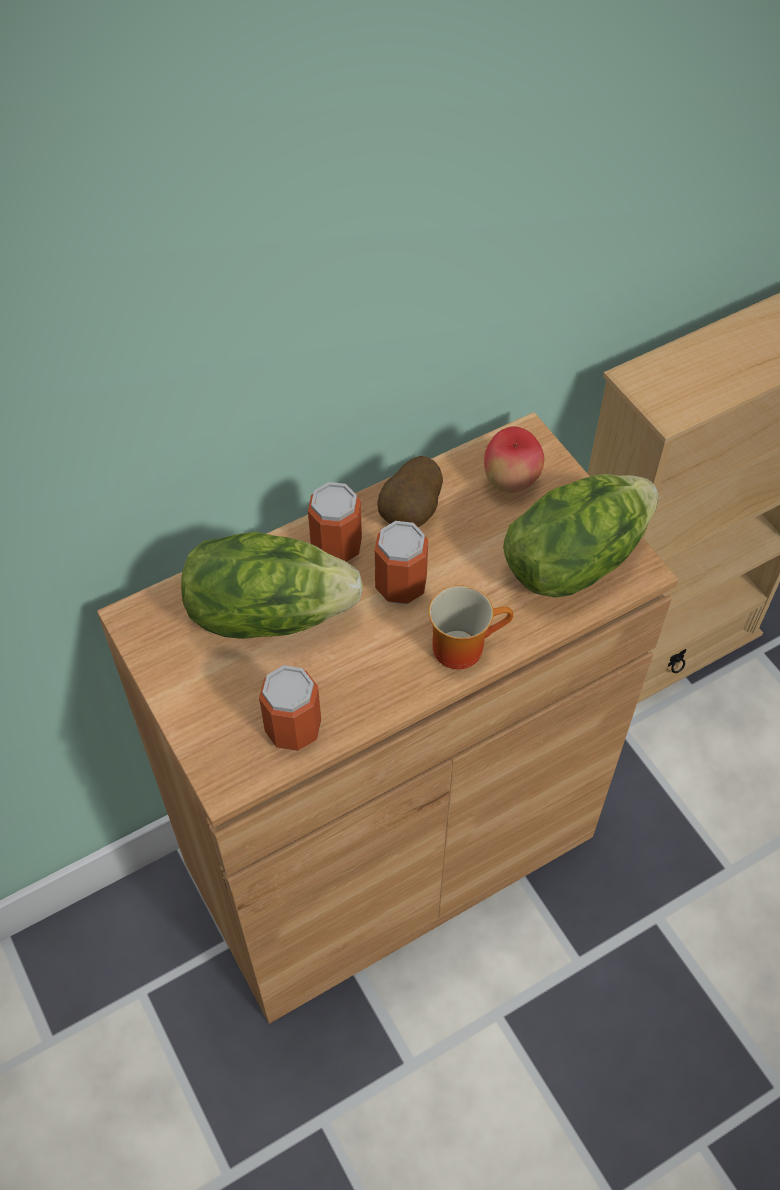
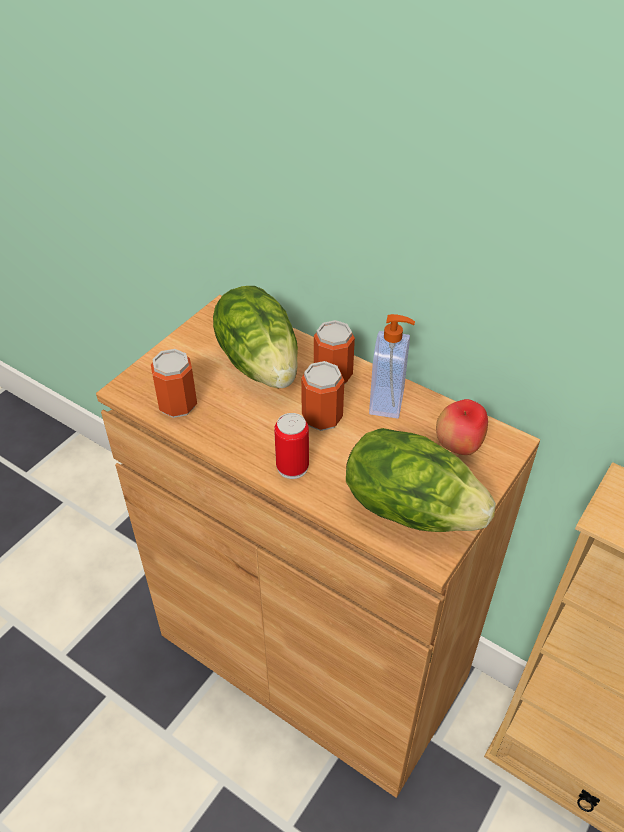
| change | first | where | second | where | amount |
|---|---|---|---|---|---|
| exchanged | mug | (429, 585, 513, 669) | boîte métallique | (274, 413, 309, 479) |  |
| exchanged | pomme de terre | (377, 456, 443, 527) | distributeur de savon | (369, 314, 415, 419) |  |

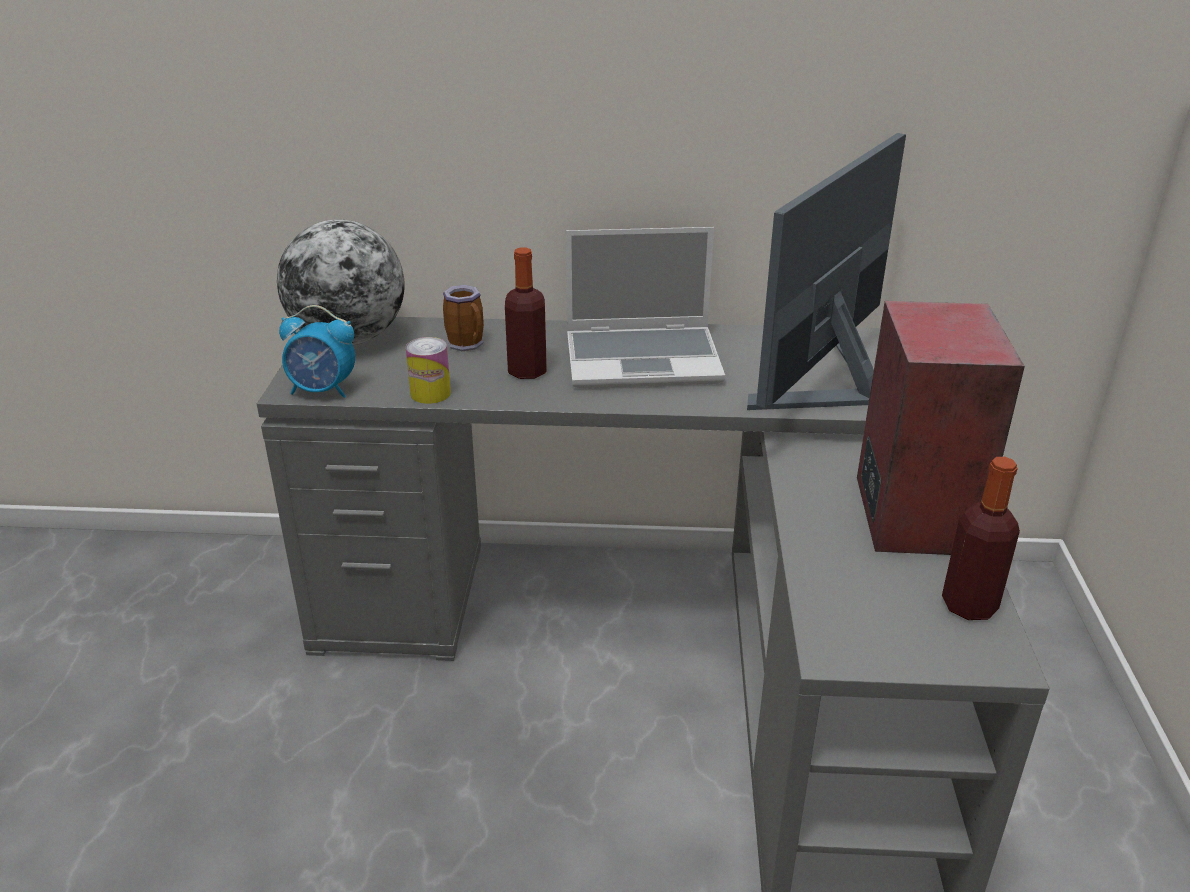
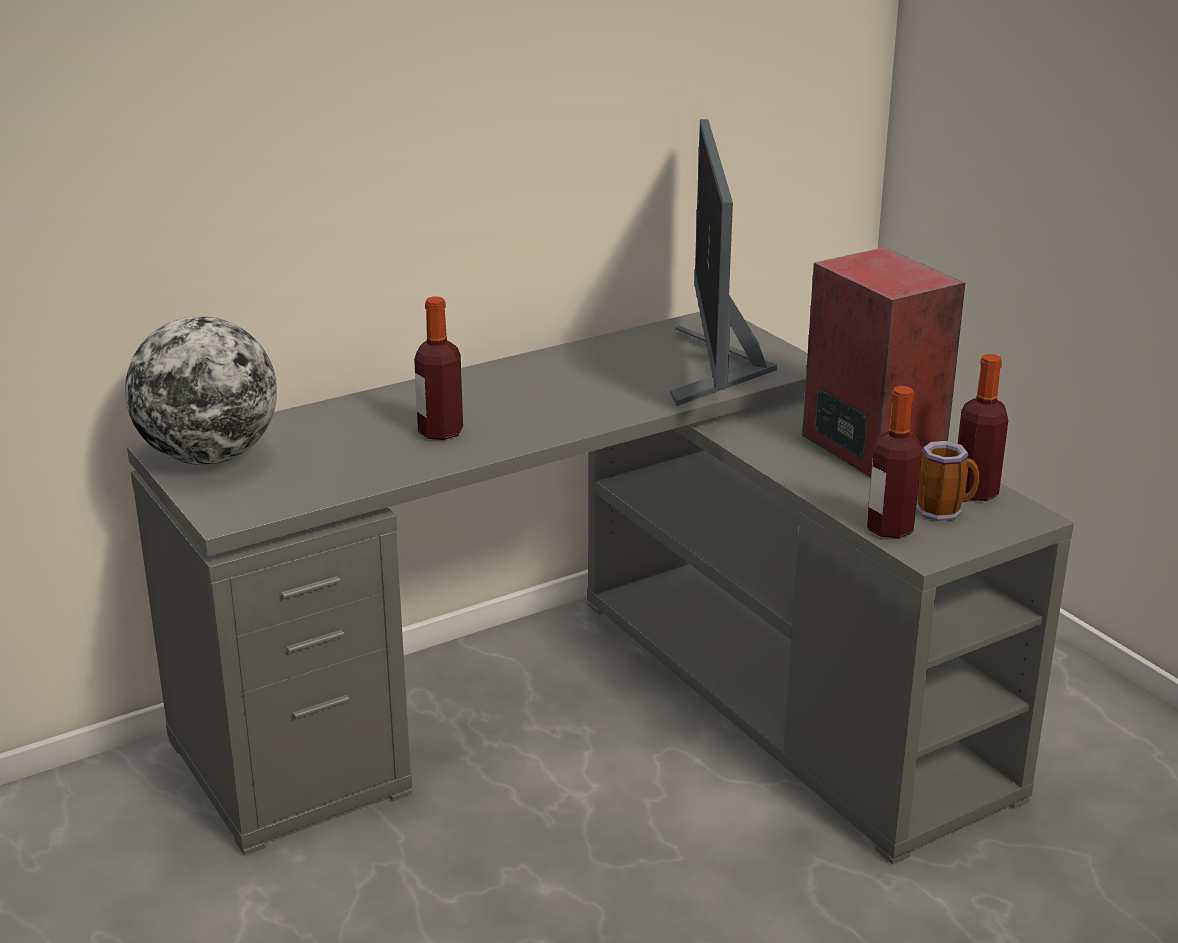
| change | first | where | second | where | amount |
|---|---|---|---|---|---|
| appeared |  |  | bouteille | (867, 386, 921, 538) |  |
| relocated | mug | (443, 285, 484, 351) |  | (916, 441, 979, 521) |  |
| missing | réveil | (279, 305, 355, 398) |  |  |  |
| missing | boîte métallique | (406, 337, 451, 404) |  |  |  |
| missing | ordinateur portable | (566, 227, 725, 388) |  |  |  |

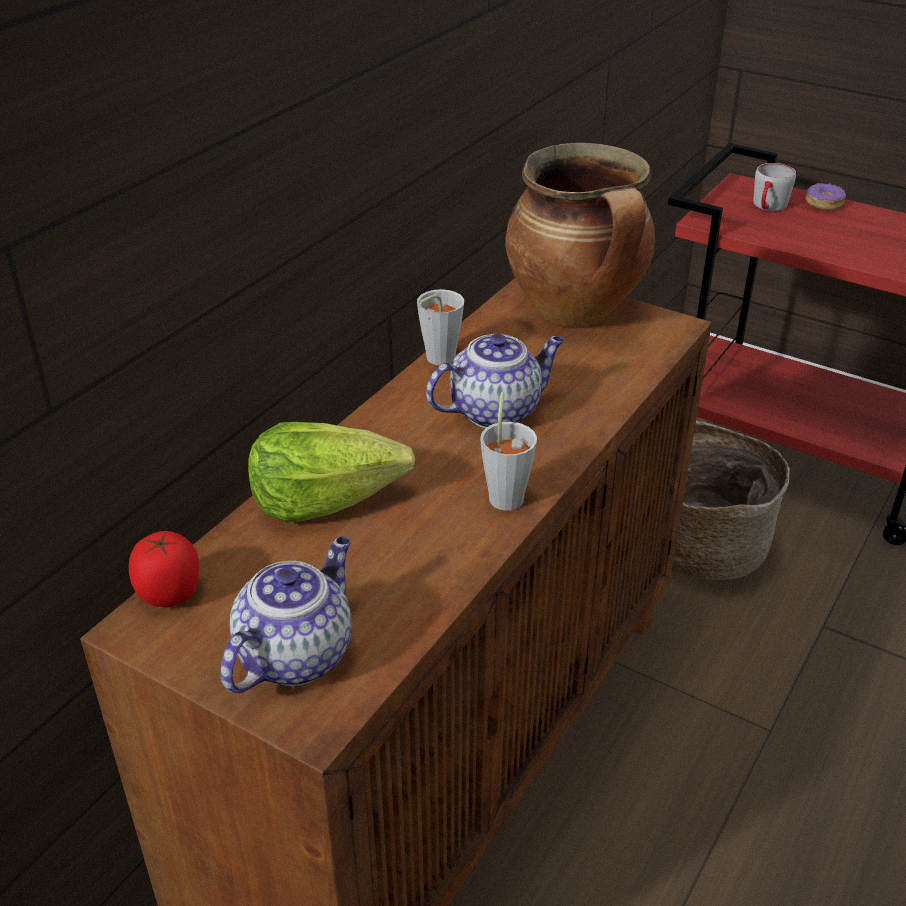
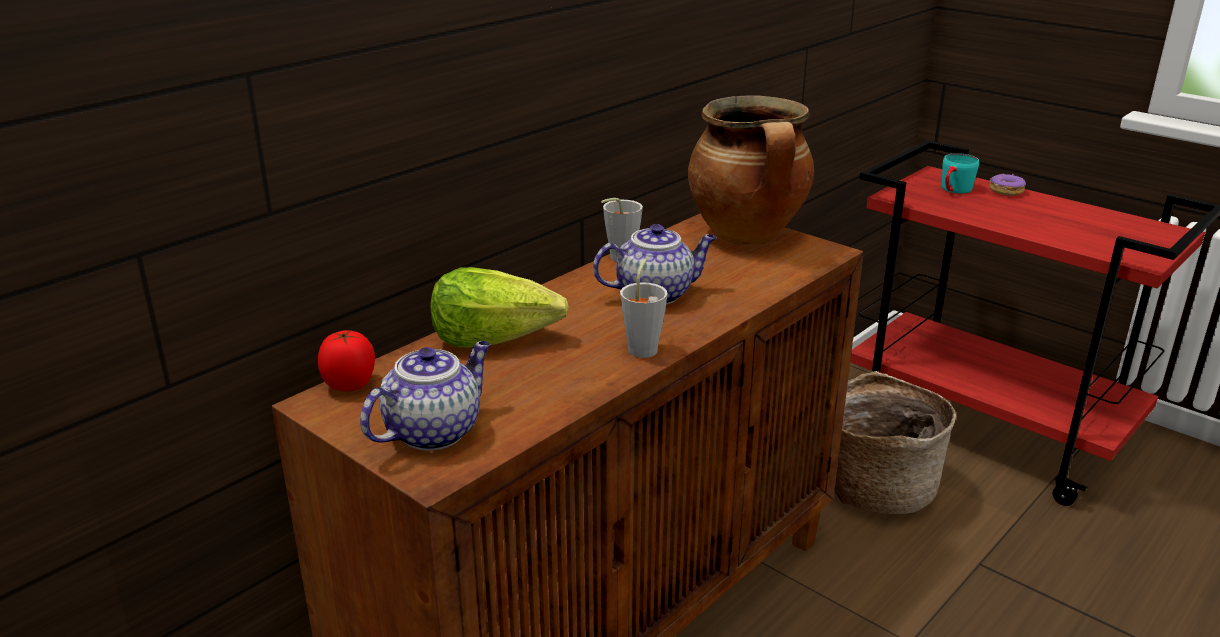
| change | first | where | second | where | amount |
|---|---|---|---|---|---|
| colour | mug/gris | (753, 163, 796, 211) | mug/turquoise | (942, 153, 979, 194) |  |

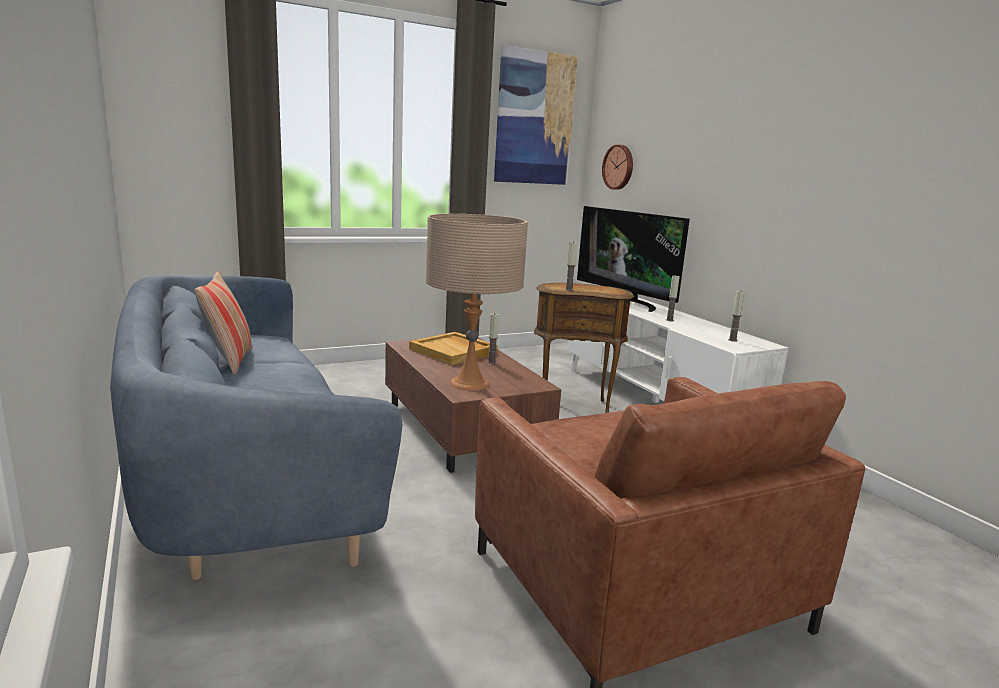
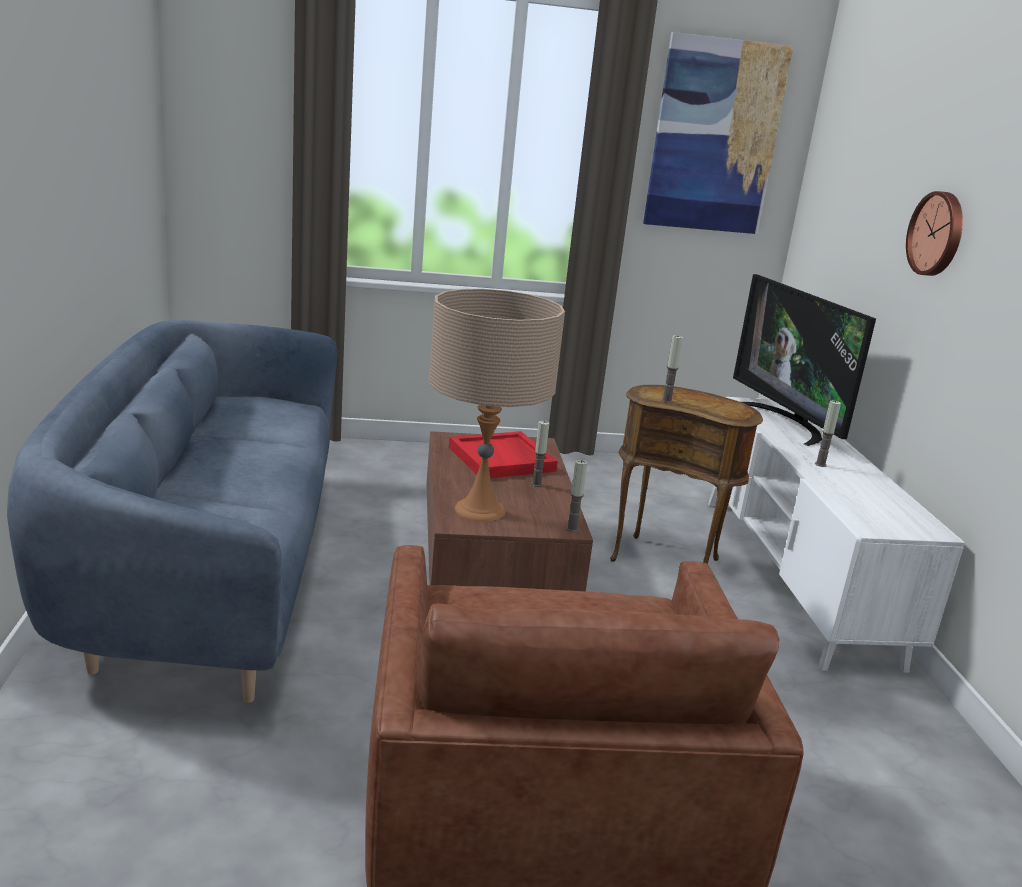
| change | first | where | second | where | amount |
|---|---|---|---|---|---|
| colour | plateau/beige | (409, 332, 497, 365) | plateau/rouge | (449, 431, 558, 478) |  |
| relocated | bougie | (728, 291, 745, 342) |  | (566, 460, 587, 532) |  |
| relocated | horloge murale | (602, 144, 633, 190) |  | (906, 191, 963, 276) |  |
| missing | coussin | (195, 271, 253, 375) |  |  |  |

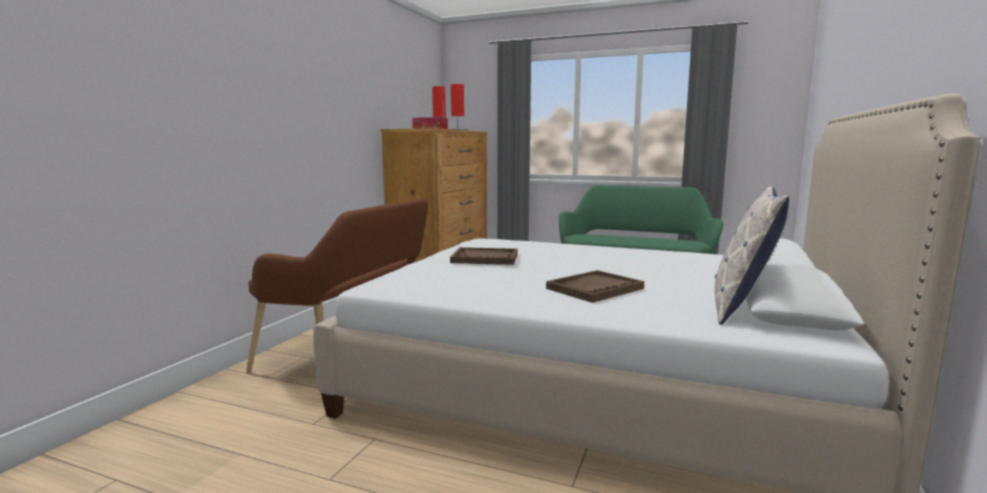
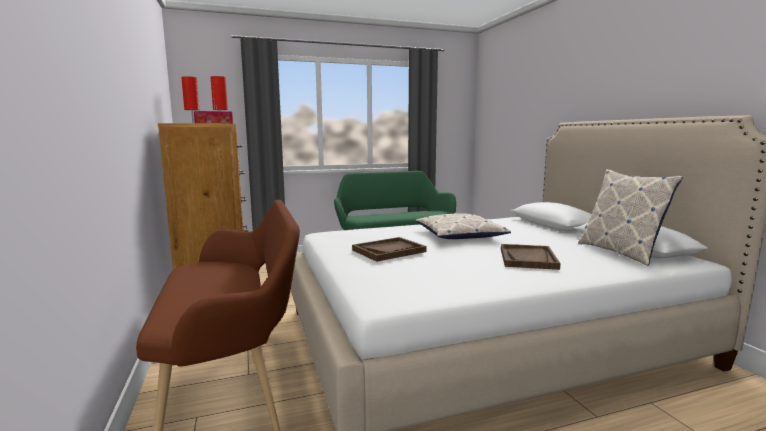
| change | first | where | second | where | amount |
|---|---|---|---|---|---|
| appeared |  |  | coussin | (416, 213, 511, 239) |  |

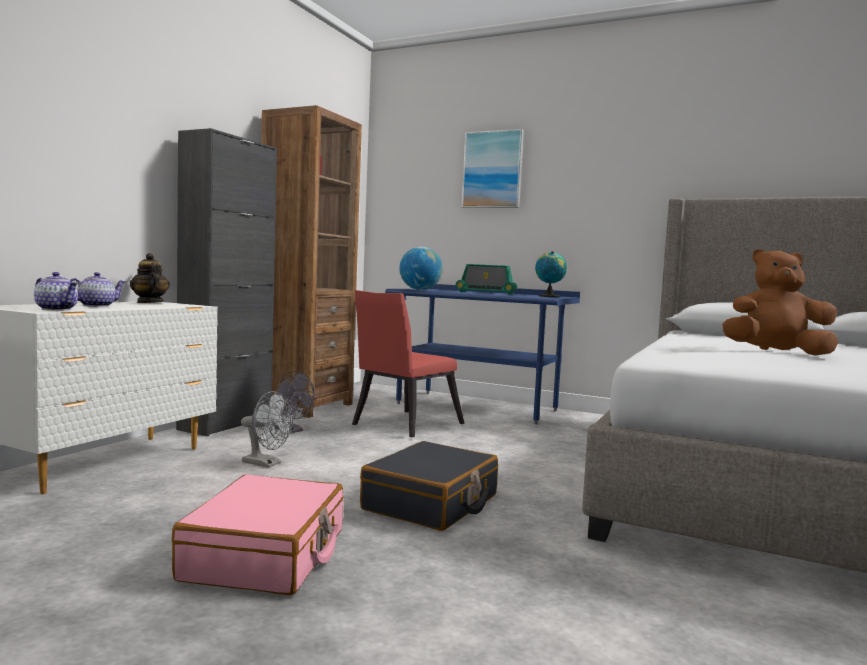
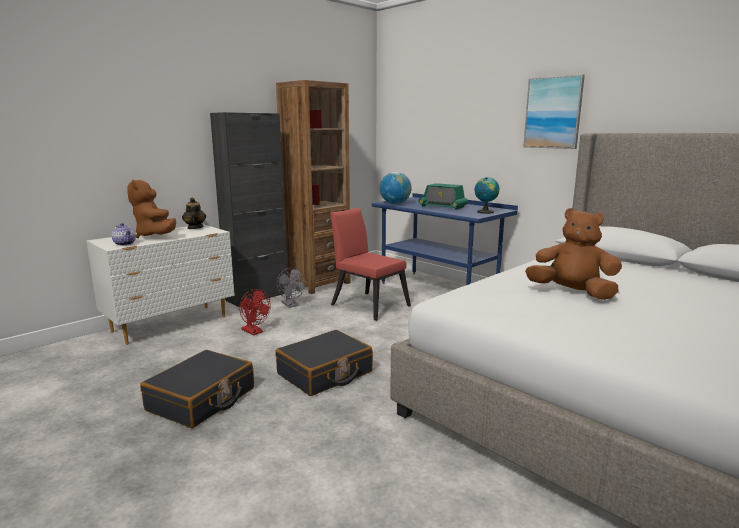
| change | first | where | second | where | amount |
|---|---|---|---|---|---|
| exchanged | théière | (70, 272, 125, 307) | peluche/marron | (127, 179, 176, 238) |  |
| colour | valise/rose | (172, 474, 343, 595) | valise/noir | (140, 350, 254, 428) |  |
| colour | ventilateur/gris | (241, 391, 293, 467) | ventilateur/rouge | (239, 289, 271, 336) |  |
| spun | chaise/rouge | (352, 290, 465, 437) |  | (330, 208, 411, 321) | 75 degrees clockwise |
| relocated | tableau | (462, 129, 524, 208) |  | (523, 74, 585, 149) |  |

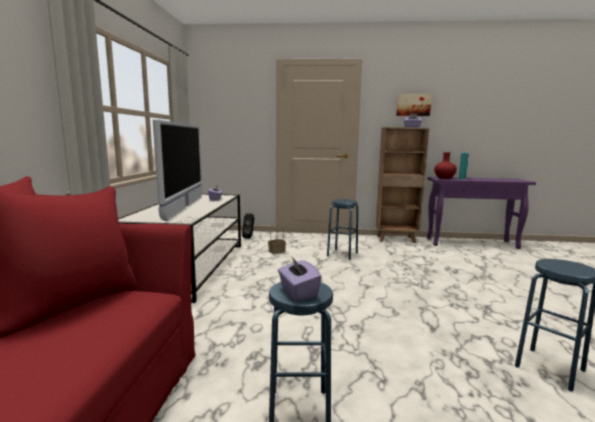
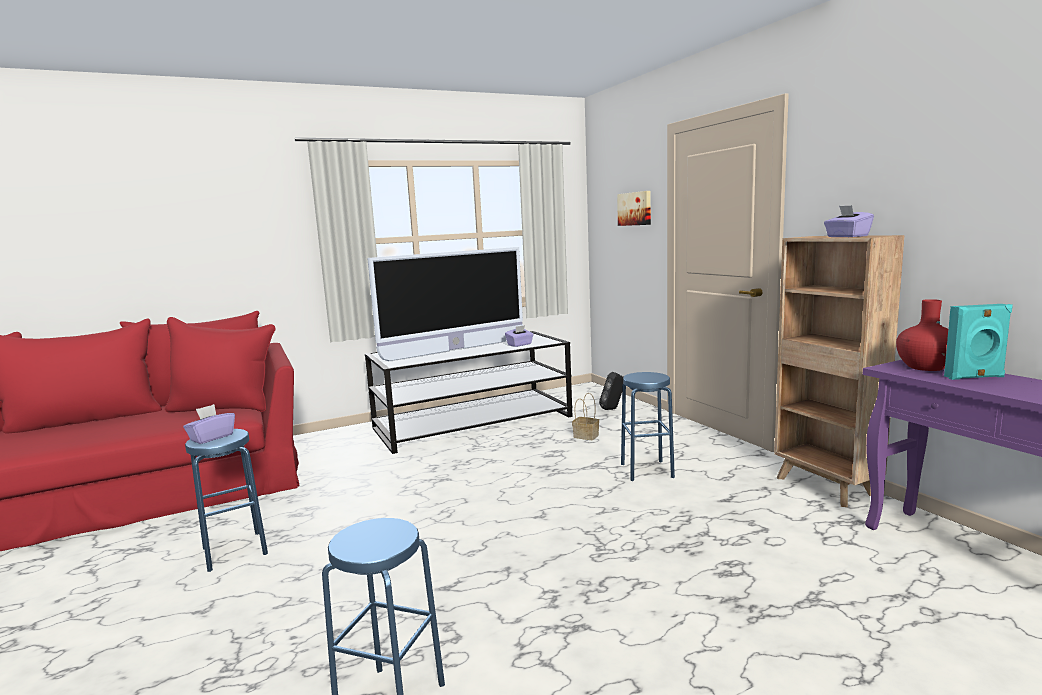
| change | first | where | second | where | amount |
|---|---|---|---|---|---|
| relocated | tableau | (396, 93, 432, 116) |  | (617, 191, 651, 226) |  |

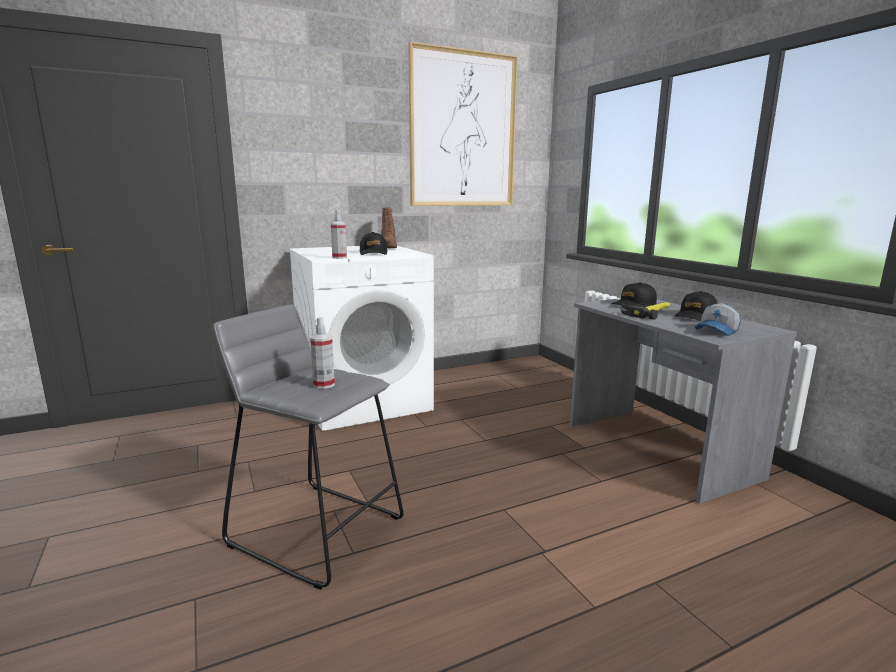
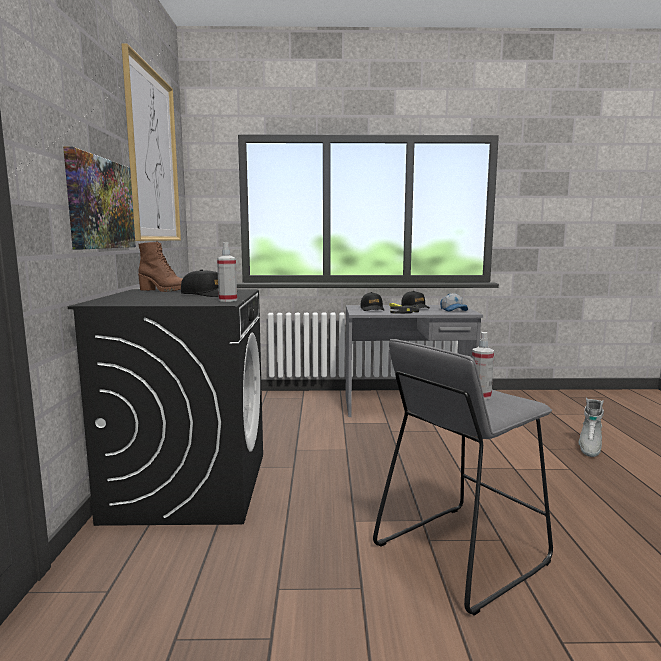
| change | first | where | second | where | amount |
|---|---|---|---|---|---|
| appeared |  |  | tableau | (63, 146, 136, 249) |  |
| colour | lave-linge/blanc | (289, 246, 434, 431) | lave-linge/noir | (68, 289, 263, 526) |  |
| appeared |  |  | botte/gris | (578, 398, 604, 457) |  |

